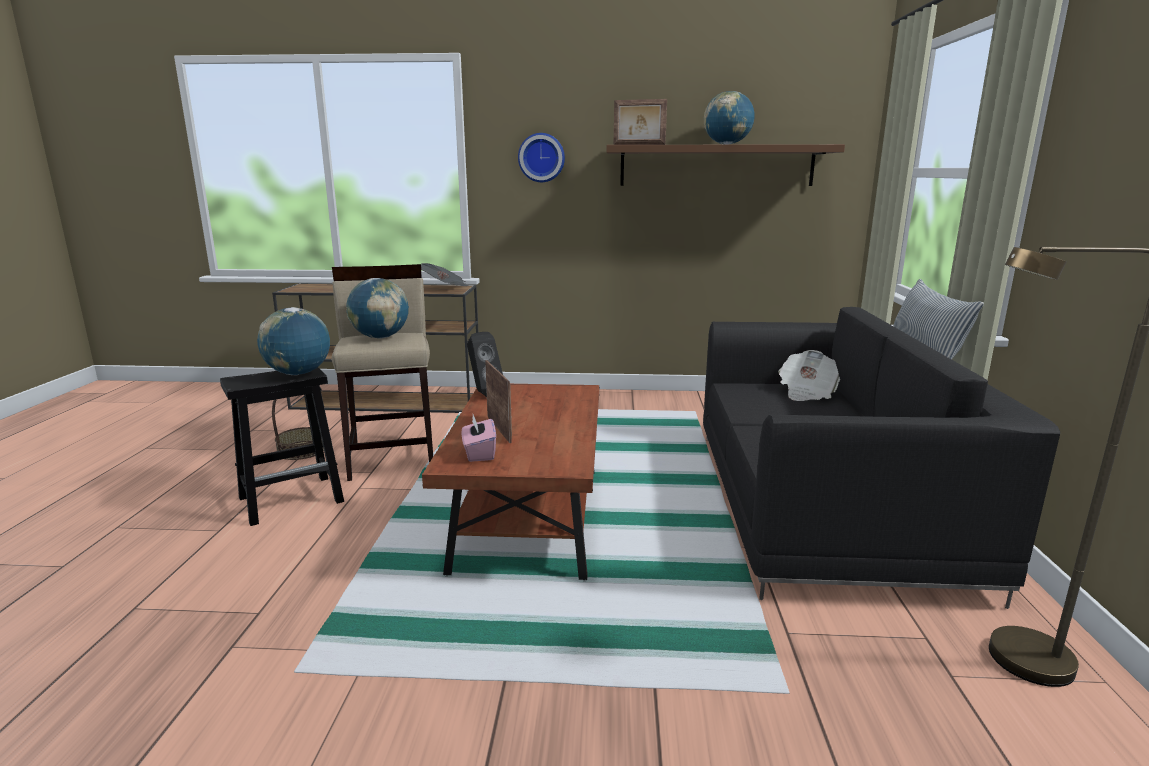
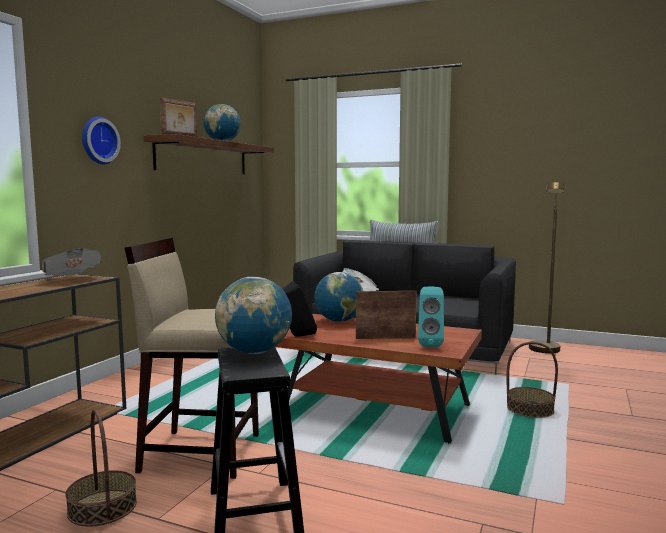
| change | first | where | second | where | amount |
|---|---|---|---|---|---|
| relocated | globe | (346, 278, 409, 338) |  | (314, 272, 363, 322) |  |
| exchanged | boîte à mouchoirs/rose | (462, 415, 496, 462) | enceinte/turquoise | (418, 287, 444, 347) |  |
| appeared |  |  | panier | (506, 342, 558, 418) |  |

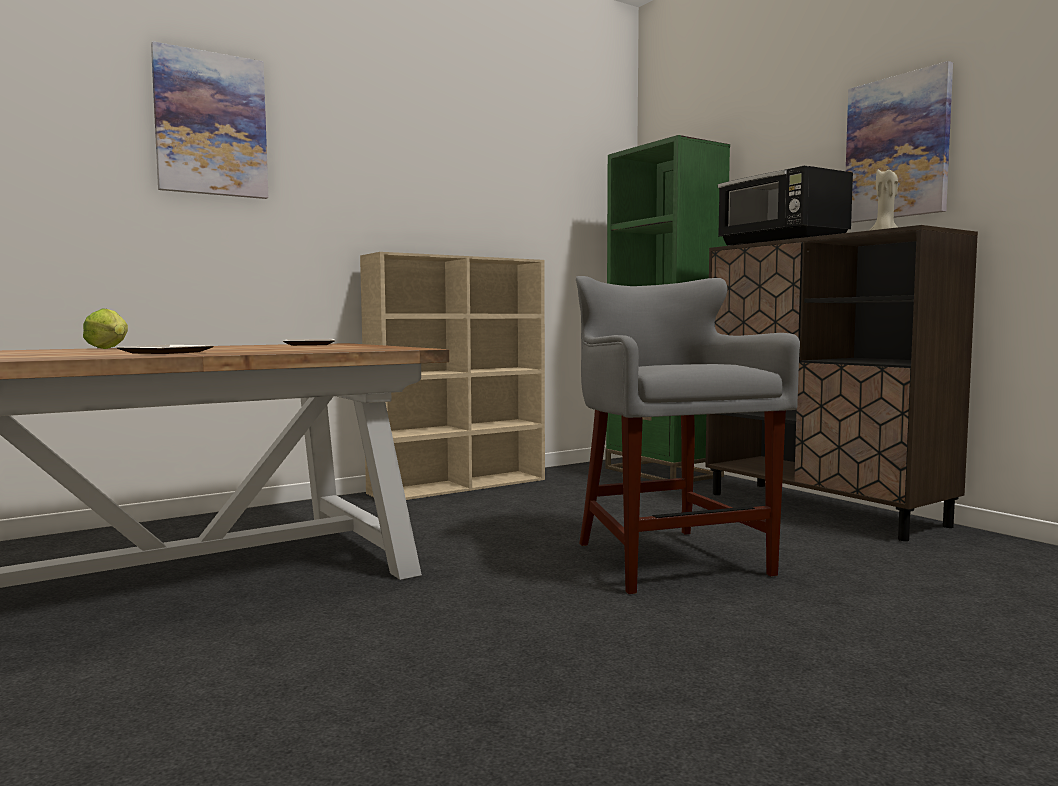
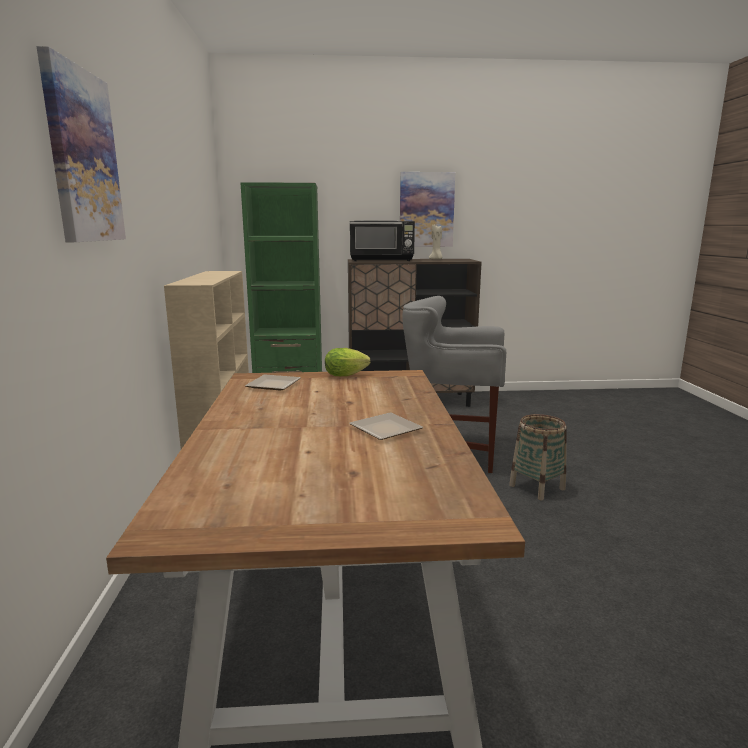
| change | first | where | second | where | amount |
|---|---|---|---|---|---|
| relocated | laitue | (83, 309, 128, 349) |  | (325, 348, 371, 376) |  |
| appeared |  |  | panier | (509, 414, 567, 500) |  |

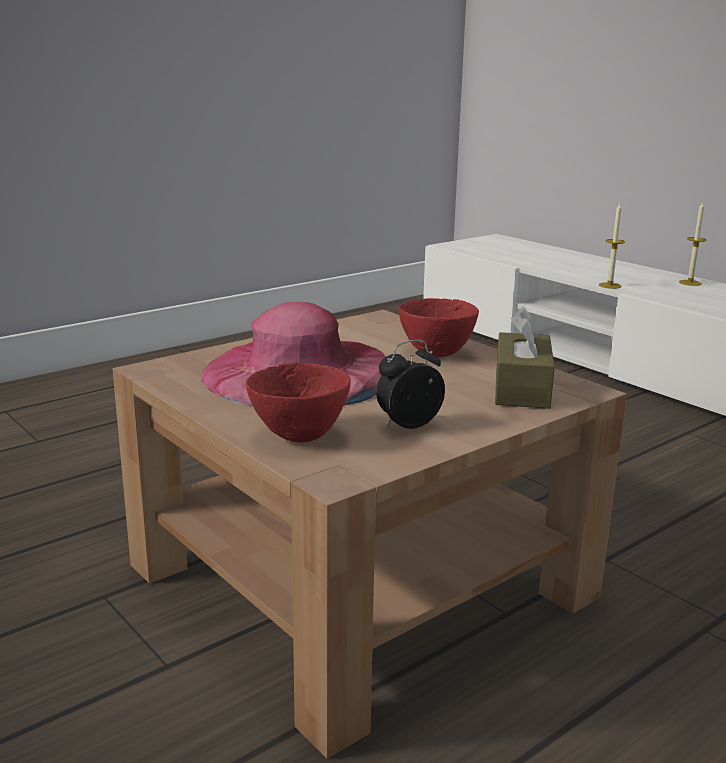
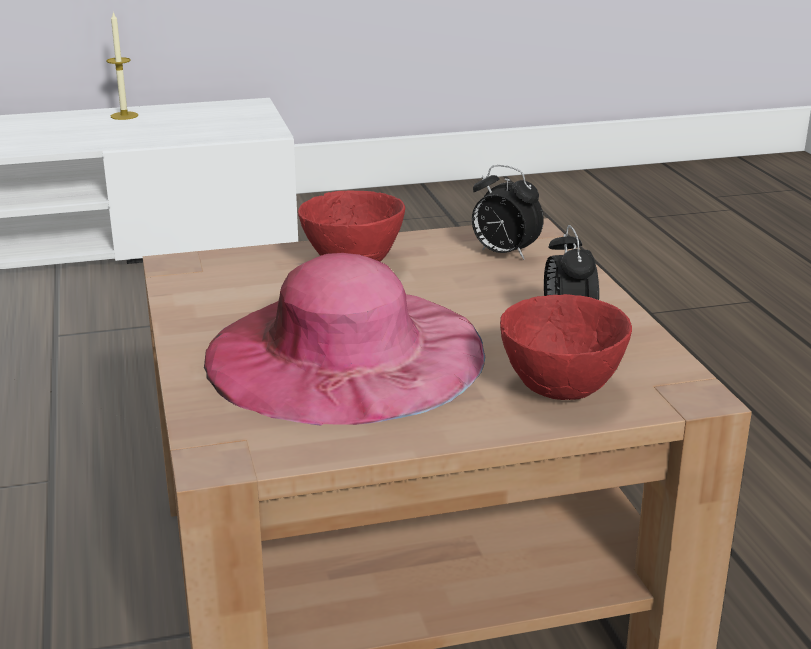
| change | first | where | second | where | amount |
|---|---|---|---|---|---|
| exchanged | boîte à mouchoirs/marron | (495, 307, 555, 409) | réveil | (472, 165, 544, 260) |  |
| missing | bougie | (599, 203, 625, 289) |  |  |  |

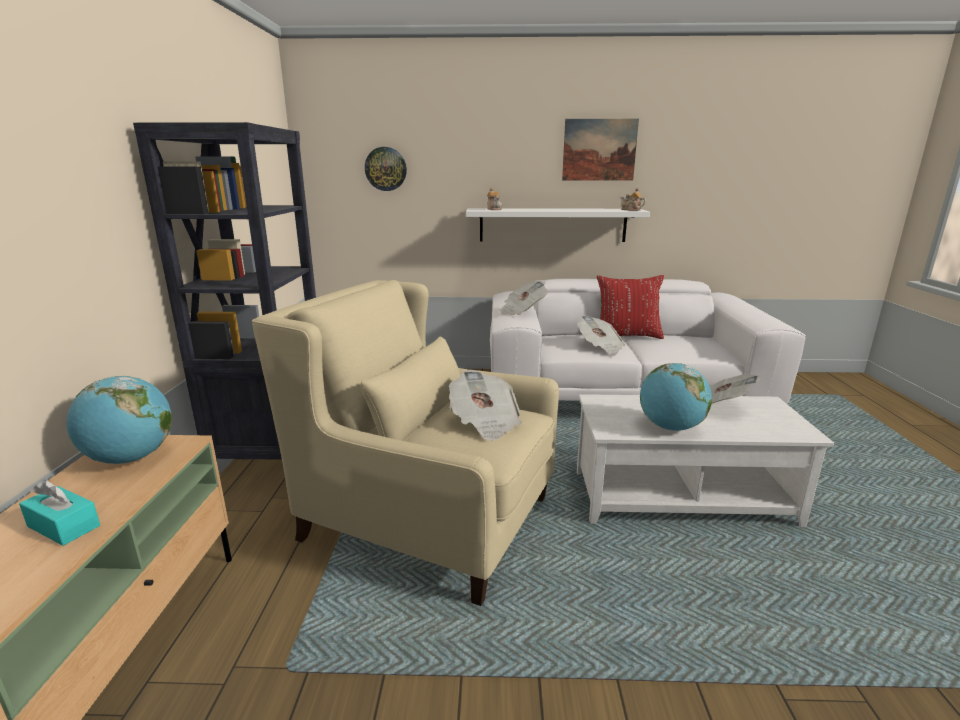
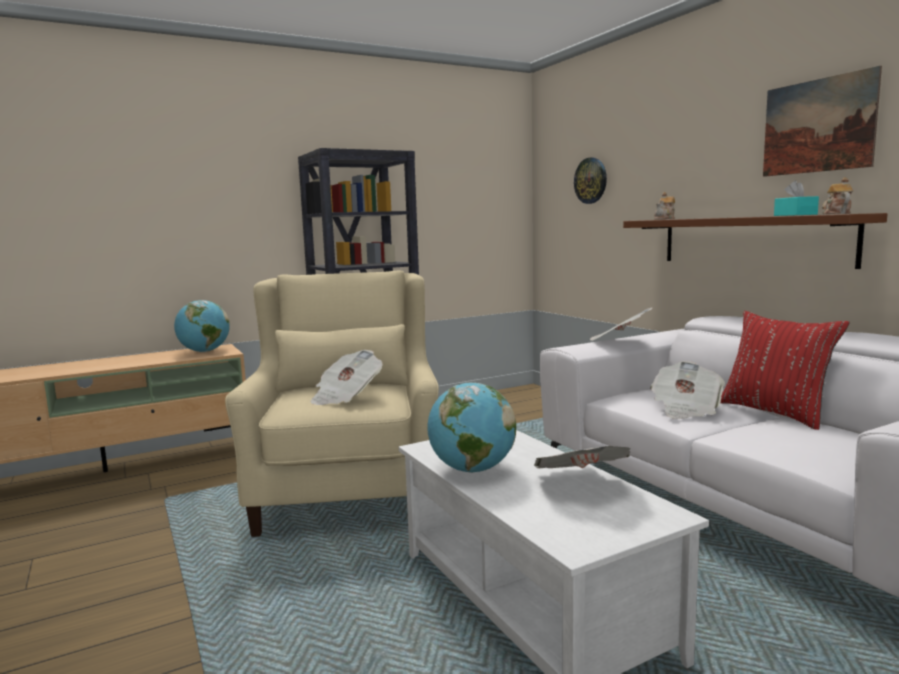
| change | first | where | second | where | amount |
|---|---|---|---|---|---|
| colour | étagère/blanc | (466, 208, 650, 242) | étagère/marron | (623, 213, 888, 269) |  |
| relocated | boîte à mouchoirs/turquoise | (19, 480, 100, 546) |  | (774, 180, 819, 216) |  |

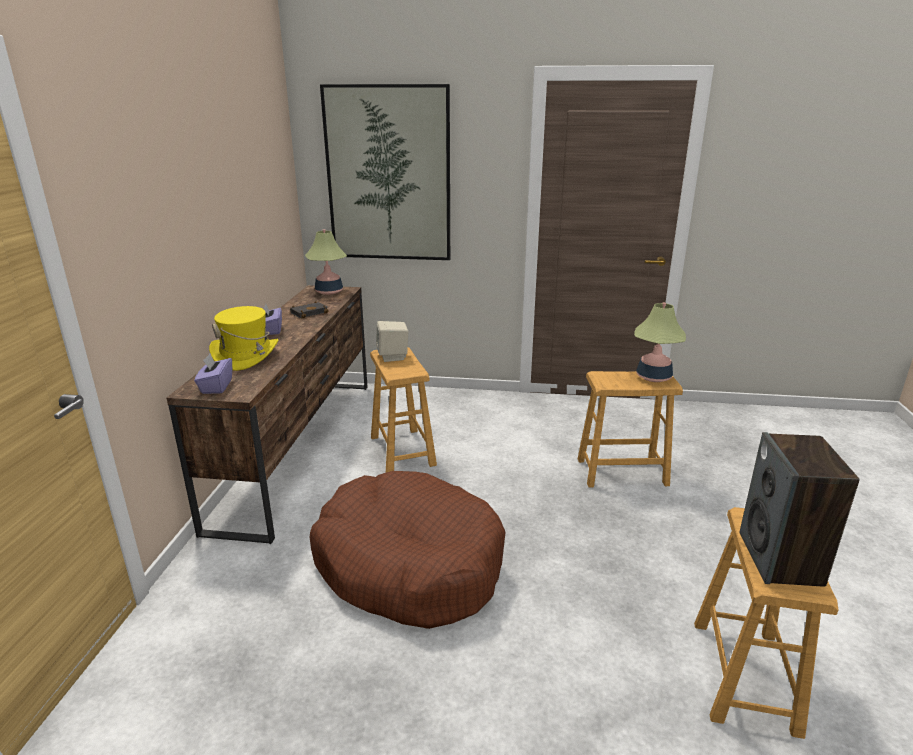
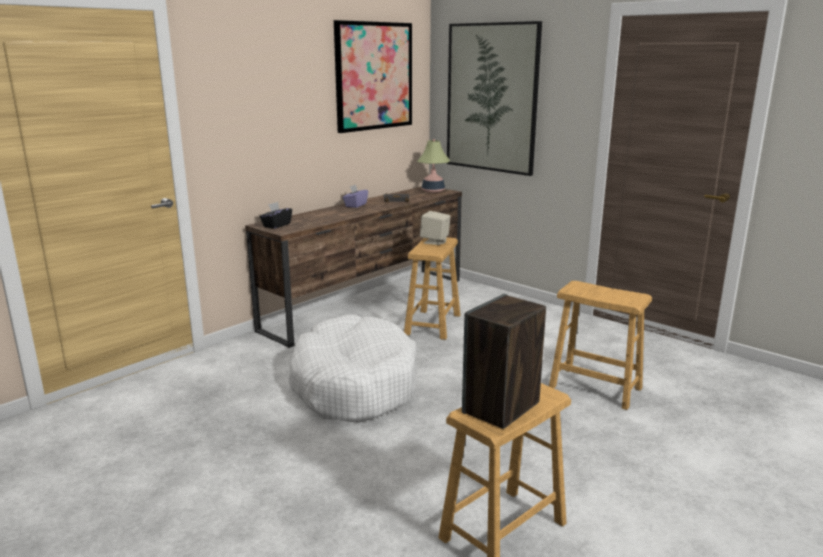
| change | first | where | second | where | amount |
|---|---|---|---|---|---|
| colour | boîte à mouchoirs/violet | (194, 354, 232, 394) | boîte à mouchoirs/noir | (260, 202, 292, 229) |  |
| colour | panier pour chien/marron | (310, 471, 505, 629) | panier pour chien/blanc | (288, 315, 417, 423) |  |
| appeared |  |  | tableau | (334, 20, 412, 133) |  |
| missing | chapeau/jaune | (209, 306, 279, 371) |  |  |  |
| missing | lampe de table | (634, 303, 686, 382) |  |  |  |

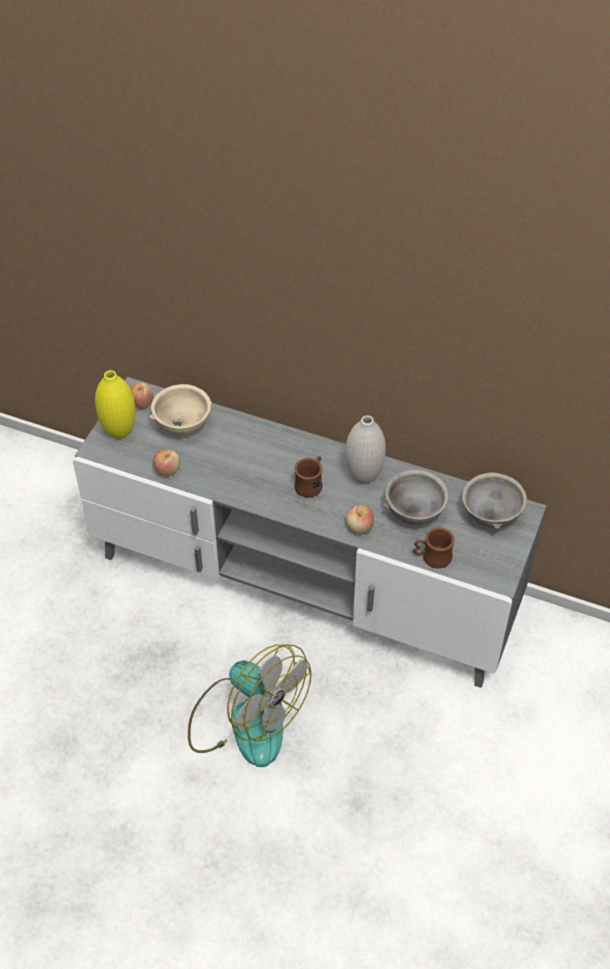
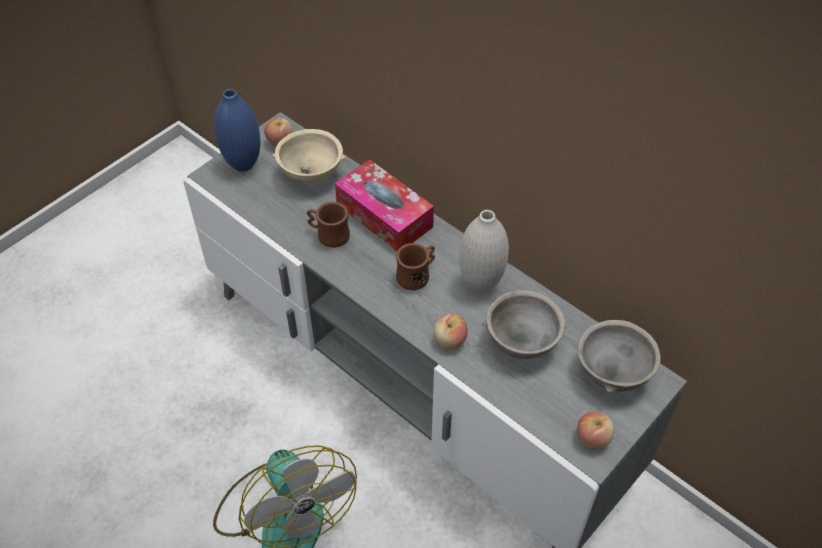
| change | first | where | second | where | amount |
|---|---|---|---|---|---|
| colour | vase/jaune | (95, 370, 136, 439) | vase/bleu | (214, 89, 260, 172) |  |
| relocated | mug/marron | (413, 527, 455, 568) |  | (307, 202, 350, 247) |  |
| appeared |  |  | boîte à mouchoirs | (335, 159, 434, 251) |  |
| relocated | pomme | (153, 449, 180, 476) |  | (577, 411, 615, 449) |  |

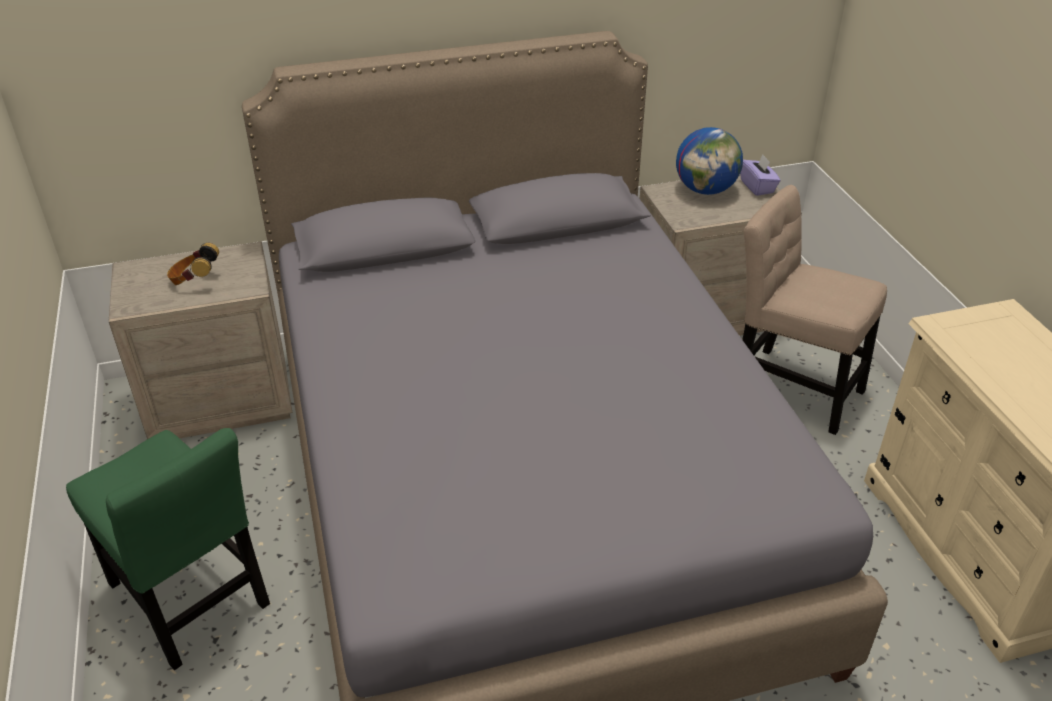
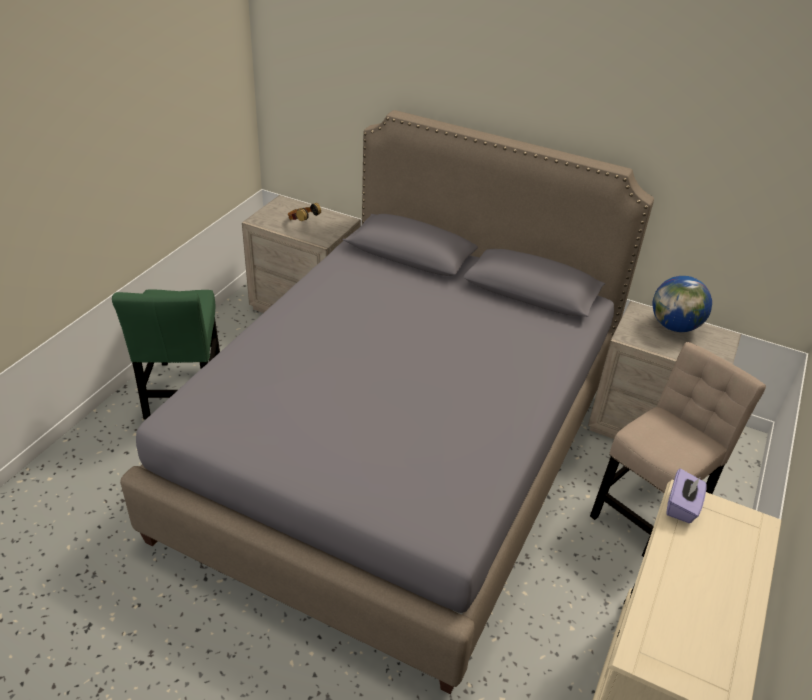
| change | first | where | second | where | amount |
|---|---|---|---|---|---|
| spun | chaise/beige | (742, 185, 887, 435) |  | (590, 342, 766, 557) | 60 degrees clockwise |
| relocated | boîte à mouchoirs/violet | (740, 155, 781, 196) |  | (666, 469, 707, 523) |  |

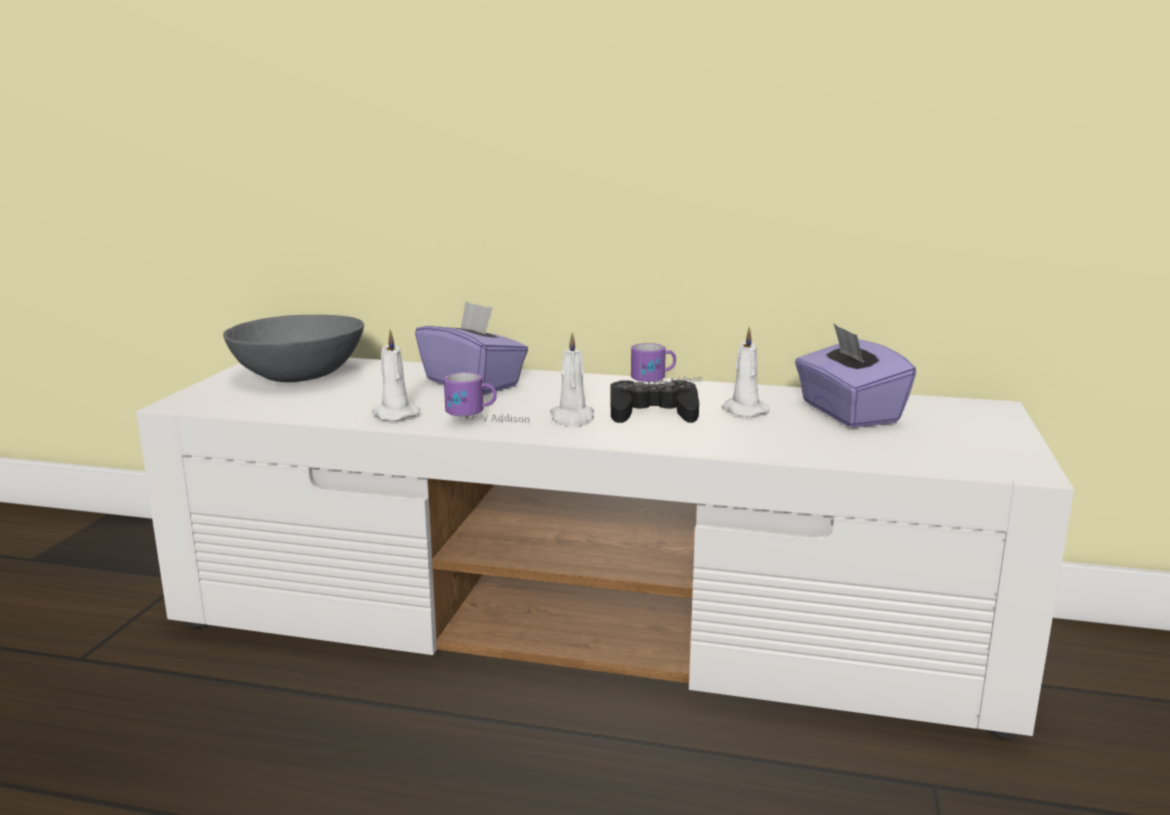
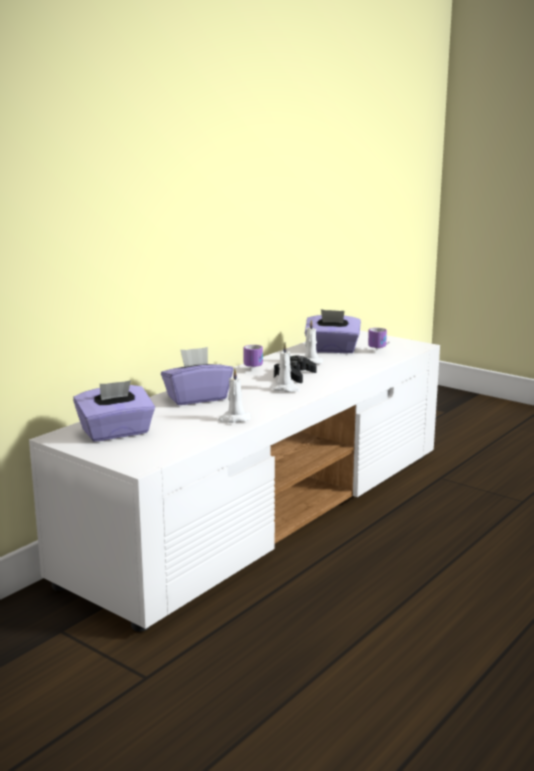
| change | first | where | second | where | amount |
|---|---|---|---|---|---|
| exchanged | bol/gris | (223, 315, 364, 382) | boîte à mouchoirs/violet | (73, 380, 155, 442) |  |
| relocated | mug | (444, 372, 529, 423) |  | (368, 328, 390, 350) |  |

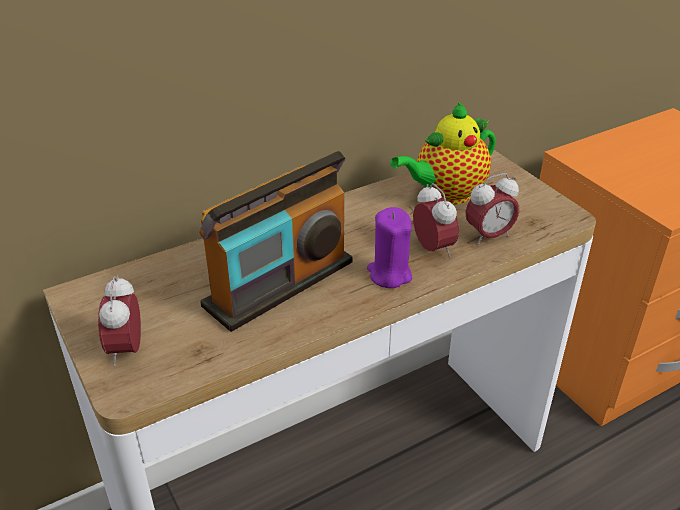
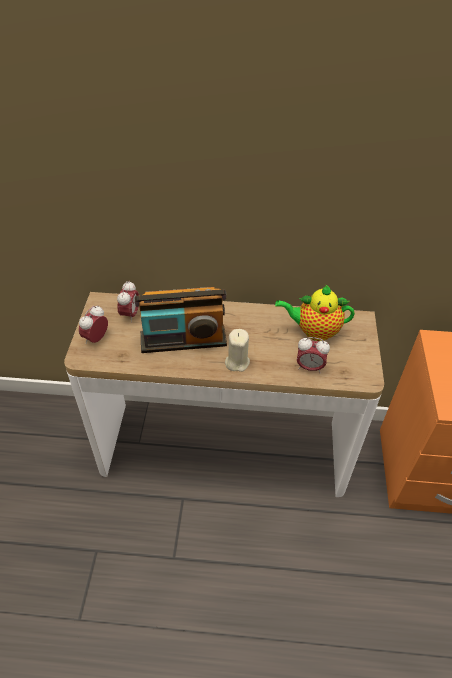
| change | first | where | second | where | amount |
|---|---|---|---|---|---|
| relocated | réveil | (413, 183, 459, 257) |  | (117, 281, 139, 323) |  |
| colour | bougie/violet | (367, 207, 412, 288) | bougie/beige | (225, 329, 250, 372) |  |

